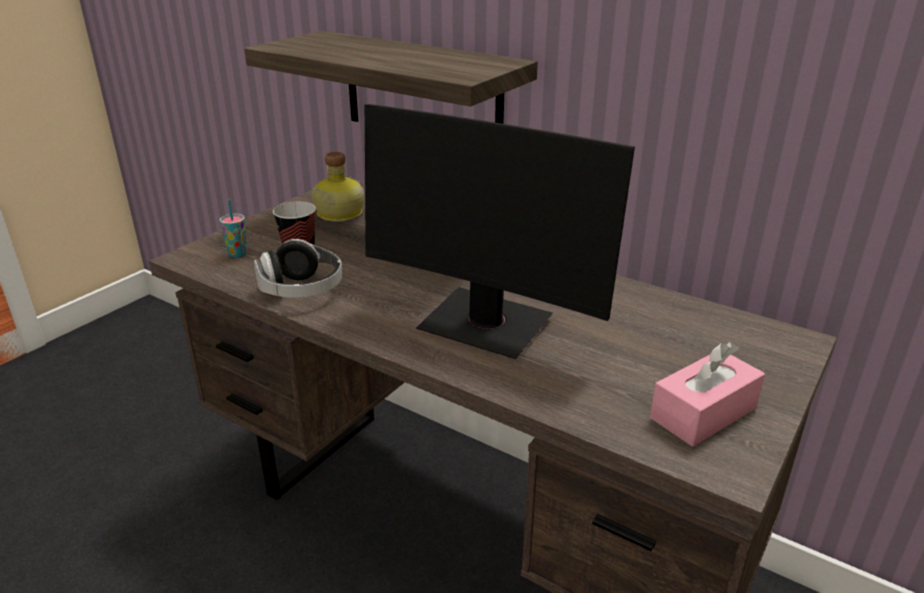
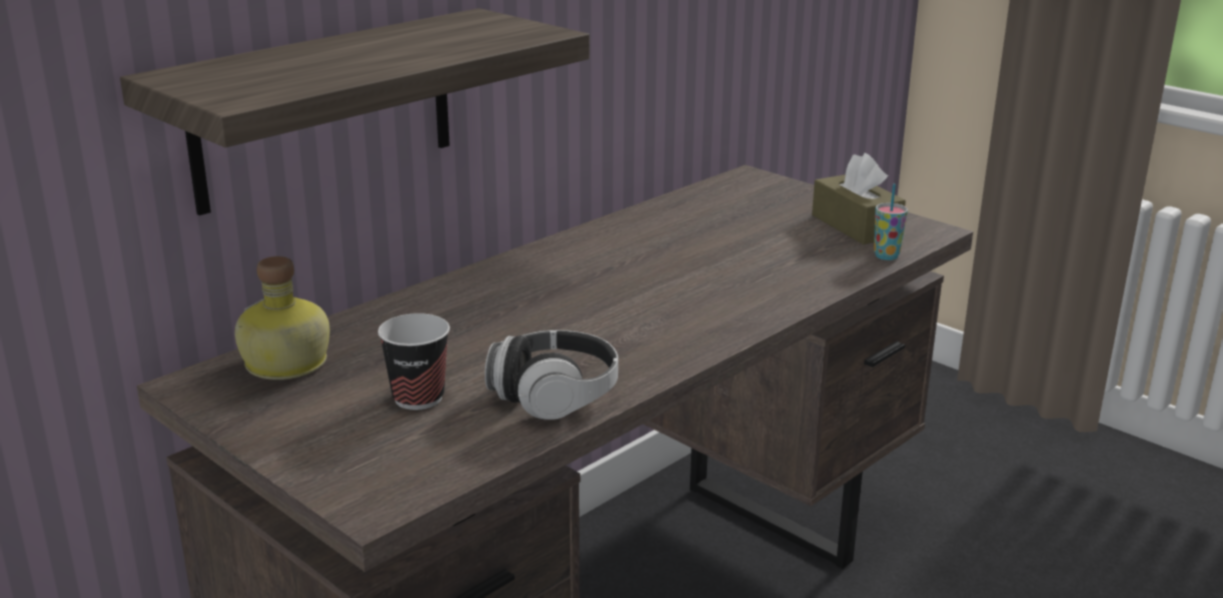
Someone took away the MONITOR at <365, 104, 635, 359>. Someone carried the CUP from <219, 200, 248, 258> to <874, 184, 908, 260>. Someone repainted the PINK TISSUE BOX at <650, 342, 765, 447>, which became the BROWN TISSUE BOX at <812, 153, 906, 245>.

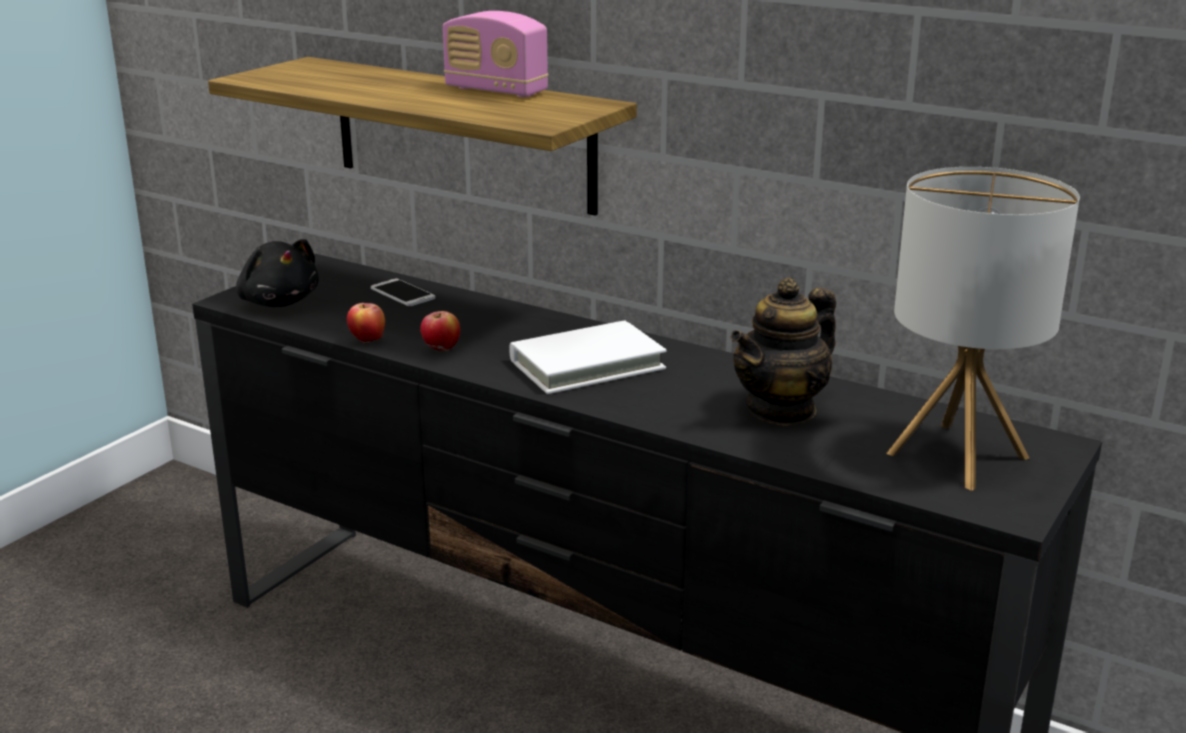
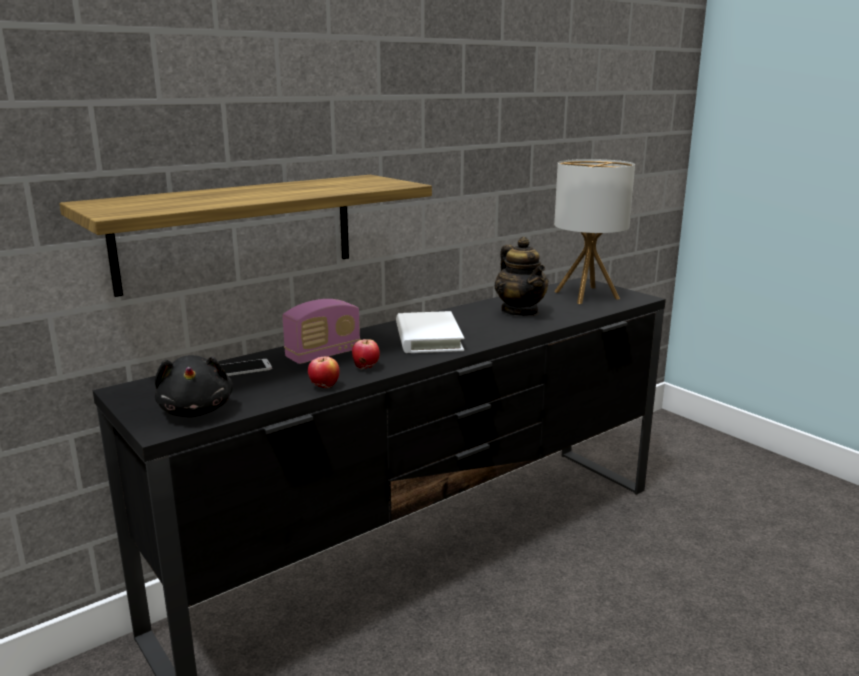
Someone carried the RADIO from <443, 11, 548, 97> to <282, 299, 361, 364>. Someone rotated the BLACK PLUSH TOY at <236, 239, 319, 307> by 90 degrees clockwise.

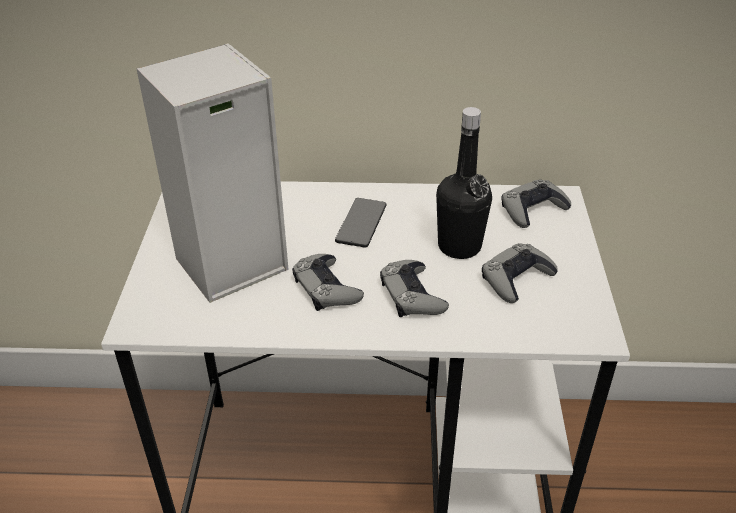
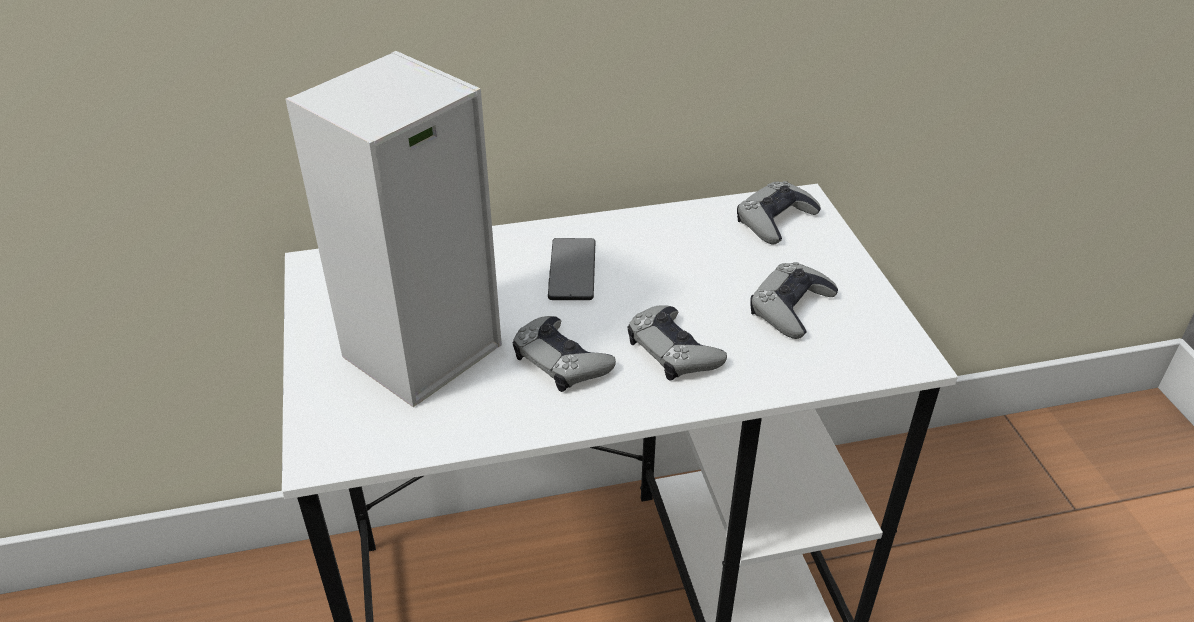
Someone took away the BLACK BOTTLE at <436, 107, 492, 259>.

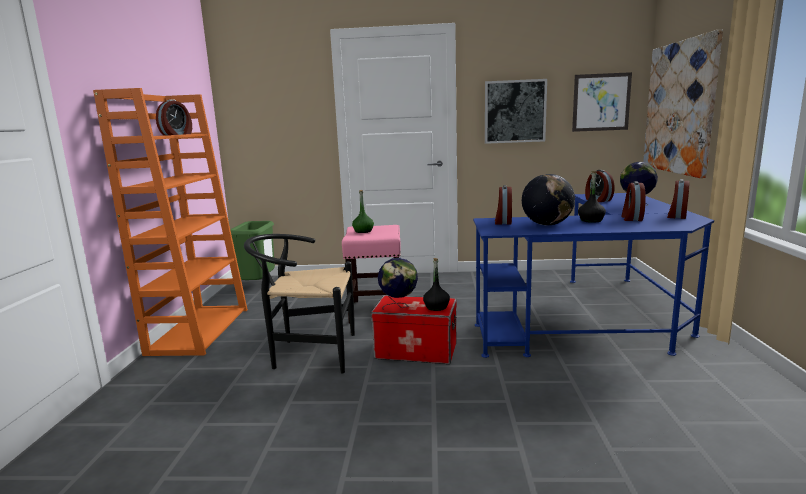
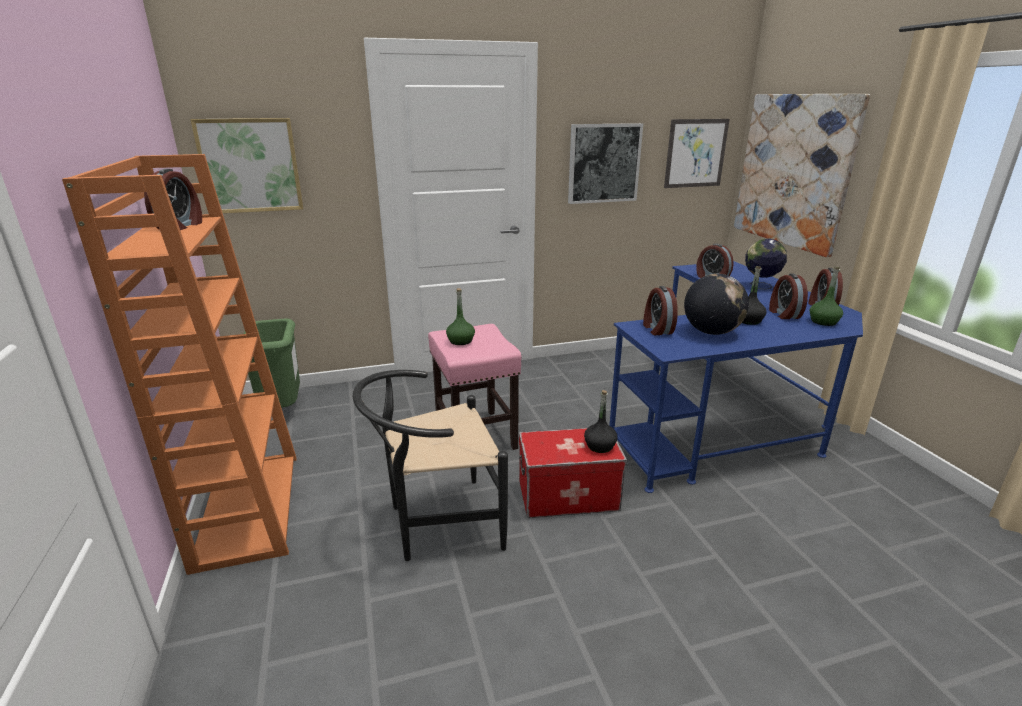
Someone took away the GLOBE at <378, 258, 418, 310>. Someone put up the PICTURE at <190, 118, 303, 213>. Someone put down the GREEN BOTTLE at <810, 267, 843, 326>.

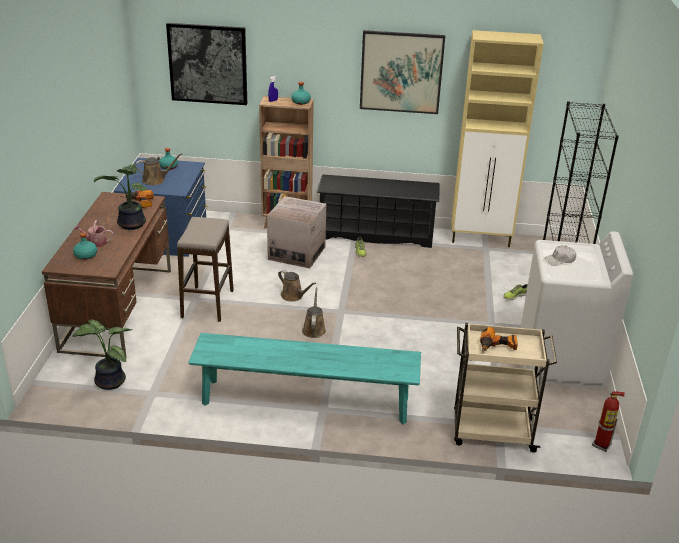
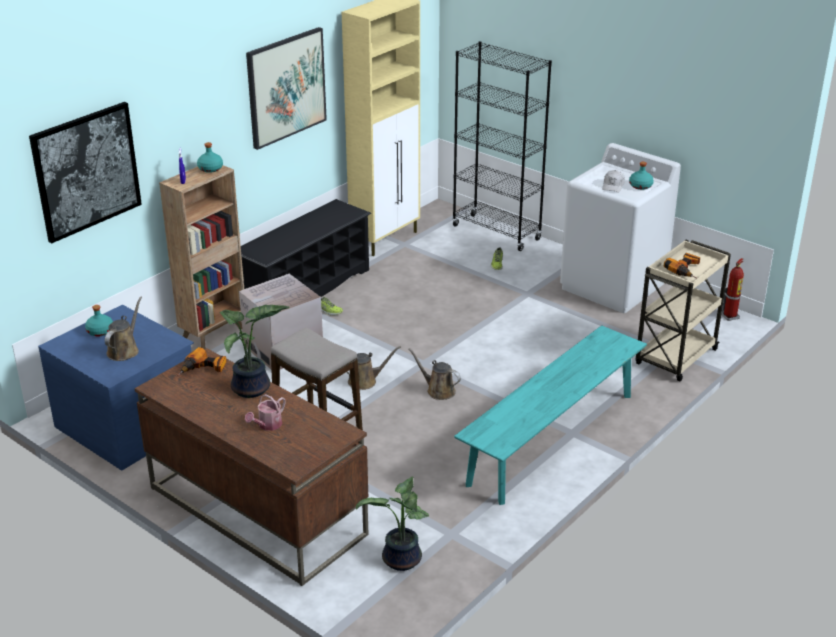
Someone carried the TURQUOISE BOTTLE from <73, 233, 97, 260> to <629, 162, 654, 190>.

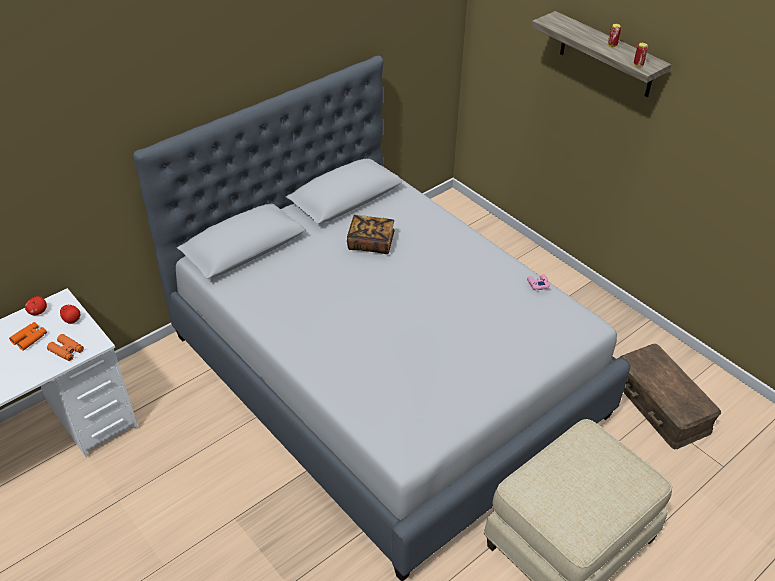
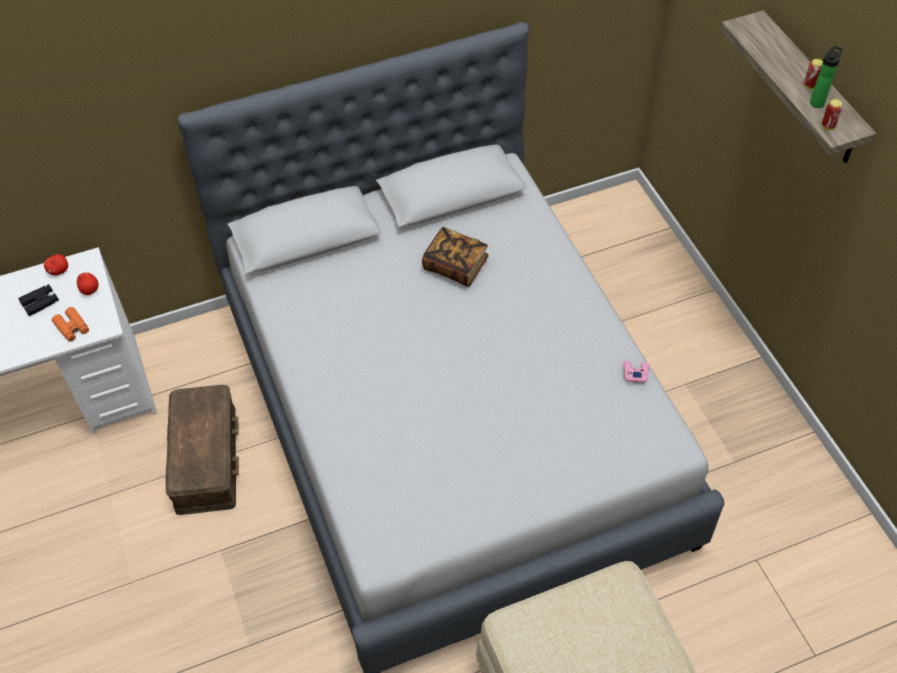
Someone put down the BOTTLE at <810, 45, 843, 108>. Someone carried the BROWN STORAGE BOX from <620, 344, 721, 449> to <165, 385, 239, 515>. Someone repainted the ORANGE BINOCULARS at <9, 322, 47, 351>, which became the BLACK BINOCULARS at <18, 284, 59, 316>.

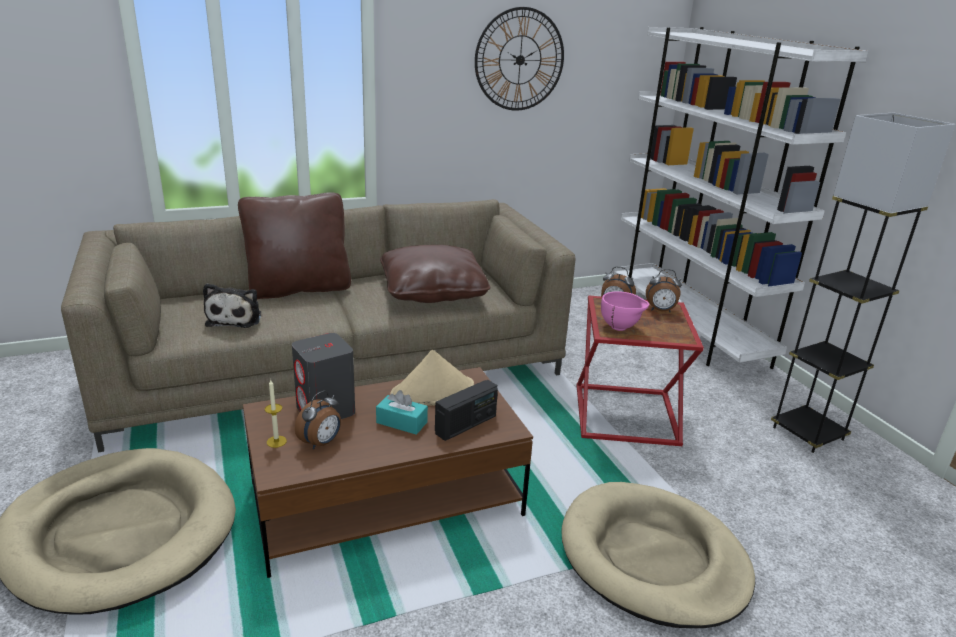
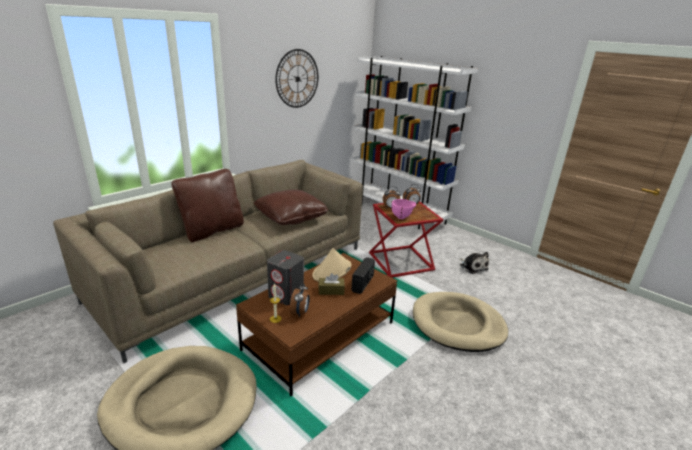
Someone took away the BLACK FLOOR LAMP at <771, 113, 956, 453>. Someone carried the PLUSH TOY from <203, 283, 261, 328> to <460, 252, 489, 274>. Someone repainted the TURQUOISE TISSUE BOX at <376, 390, 428, 435>, which became the BROWN TISSUE BOX at <318, 273, 345, 295>.

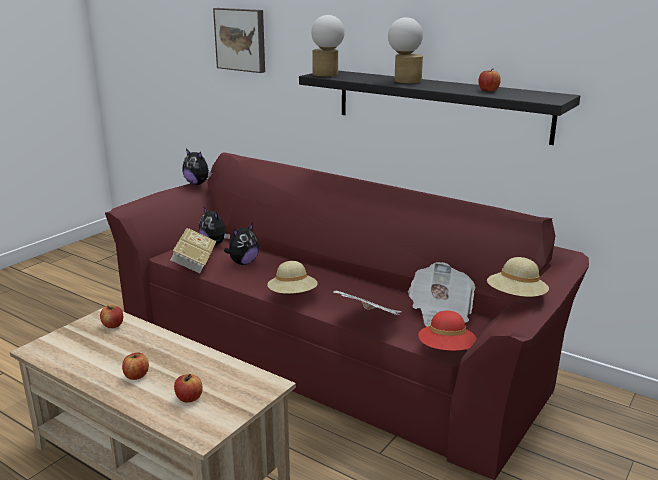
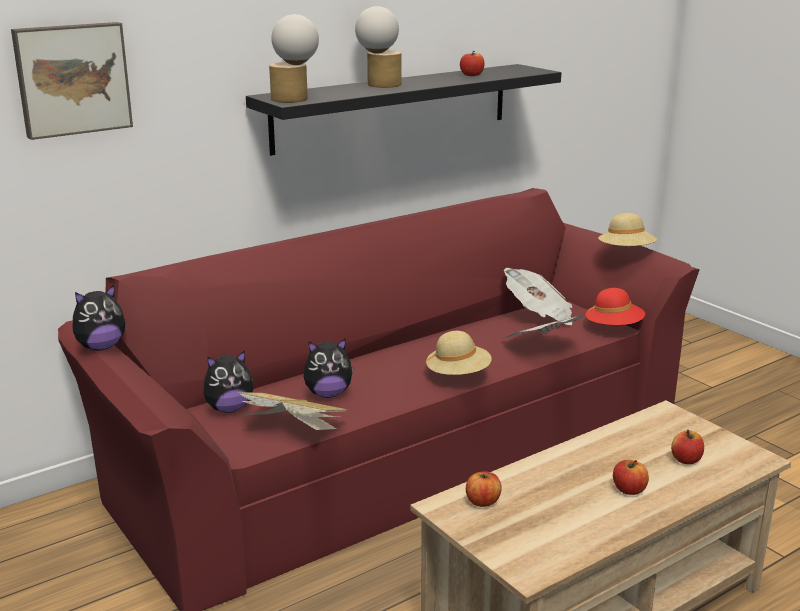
Someone rotated the PLUSH TOY at <224, 223, 259, 265> by 105 degrees clockwise.

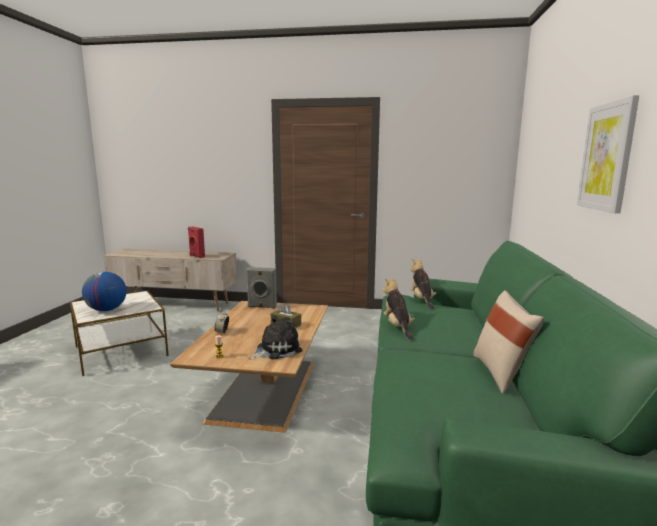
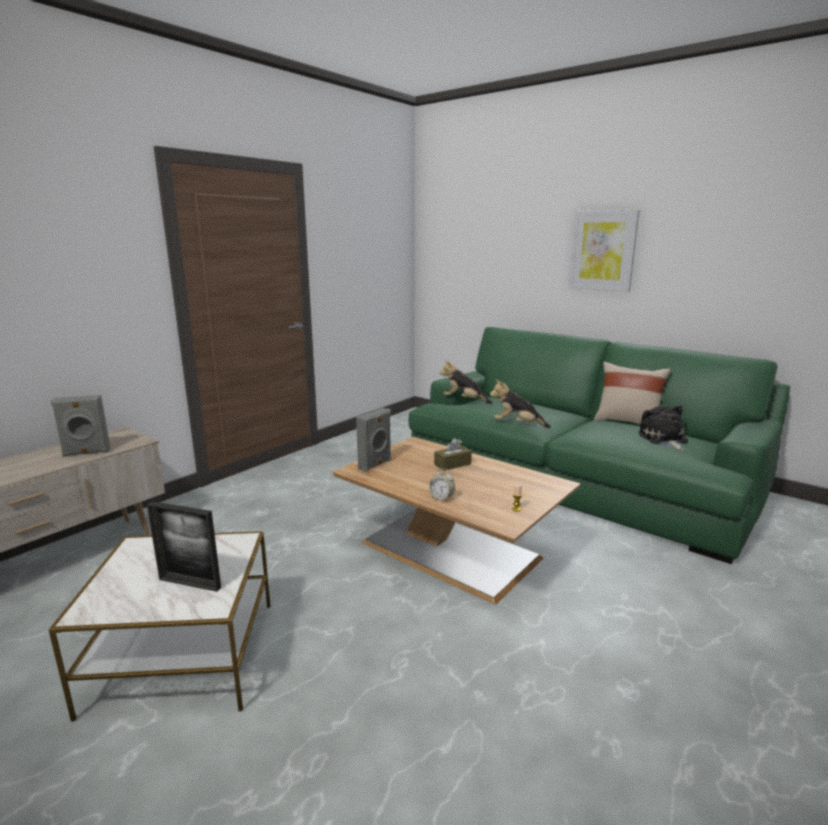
Someone carried the PLUSH TOY from <249, 315, 303, 360> to <638, 405, 688, 451>. Someone swapped the GLOBE at <82, 272, 127, 311> for the PICTURE FRAME at <147, 501, 221, 592>. Someone repainted the RED SPEAKER at <188, 227, 205, 258>, which became the GREY SPEAKER at <51, 395, 111, 456>.

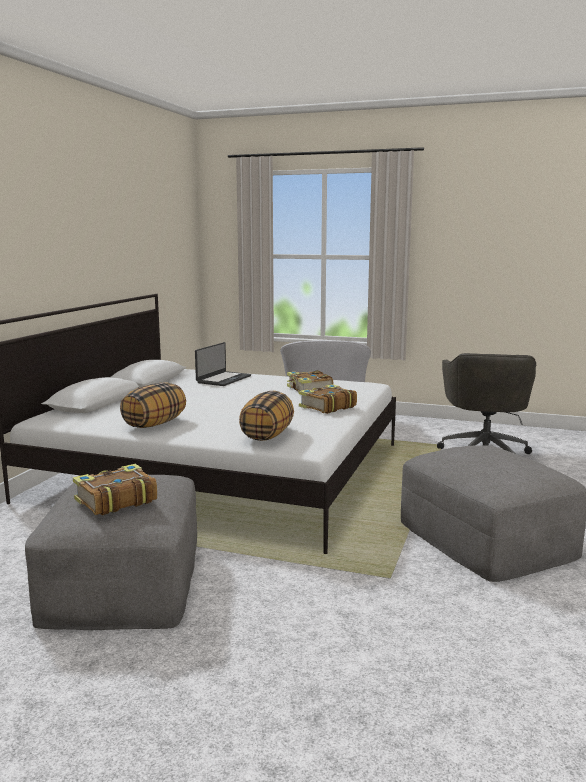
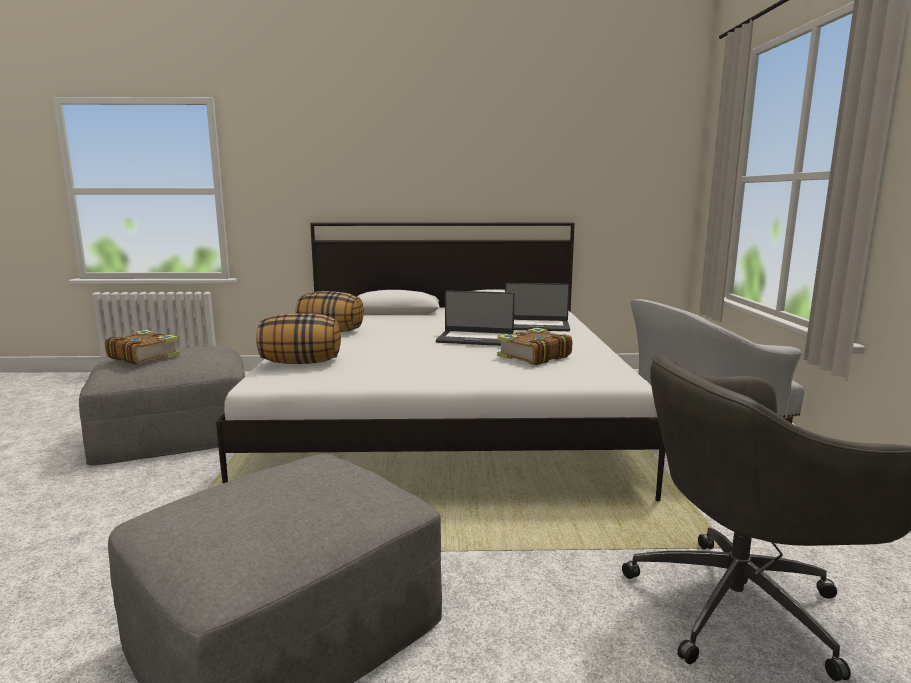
Someone took away the BOOK at <299, 384, 357, 414>. Someone put down the LAPTOP at <436, 290, 515, 346>.

